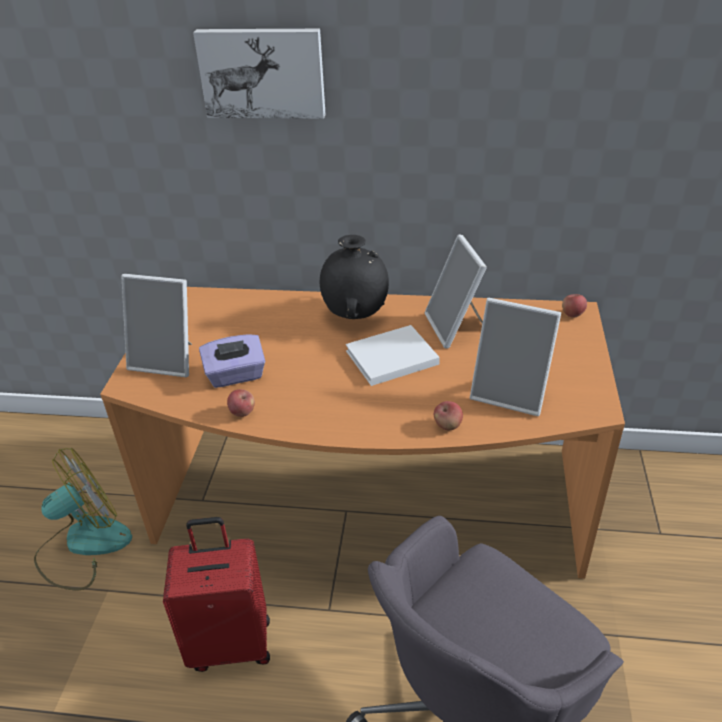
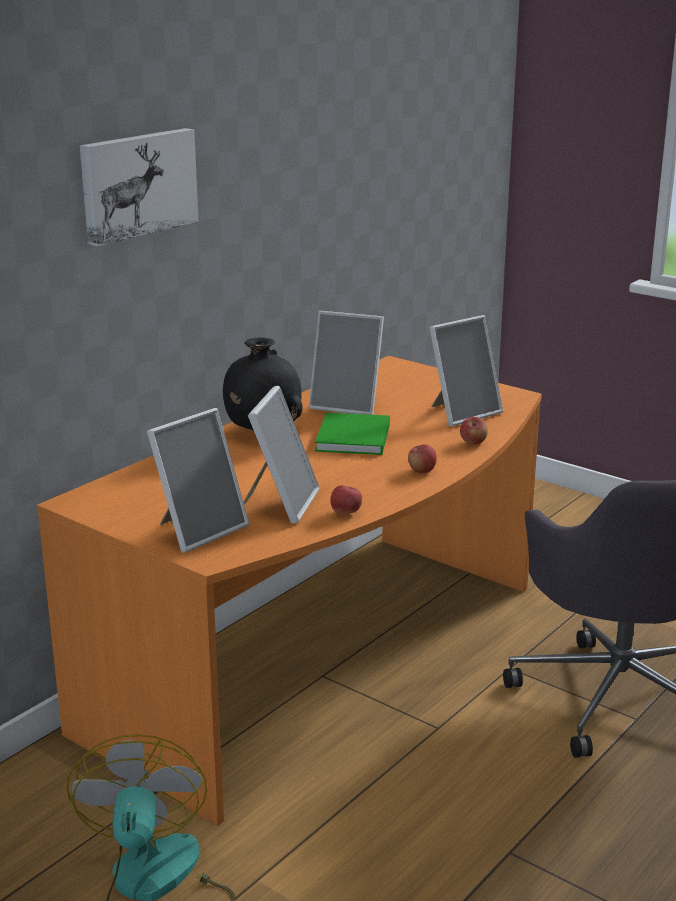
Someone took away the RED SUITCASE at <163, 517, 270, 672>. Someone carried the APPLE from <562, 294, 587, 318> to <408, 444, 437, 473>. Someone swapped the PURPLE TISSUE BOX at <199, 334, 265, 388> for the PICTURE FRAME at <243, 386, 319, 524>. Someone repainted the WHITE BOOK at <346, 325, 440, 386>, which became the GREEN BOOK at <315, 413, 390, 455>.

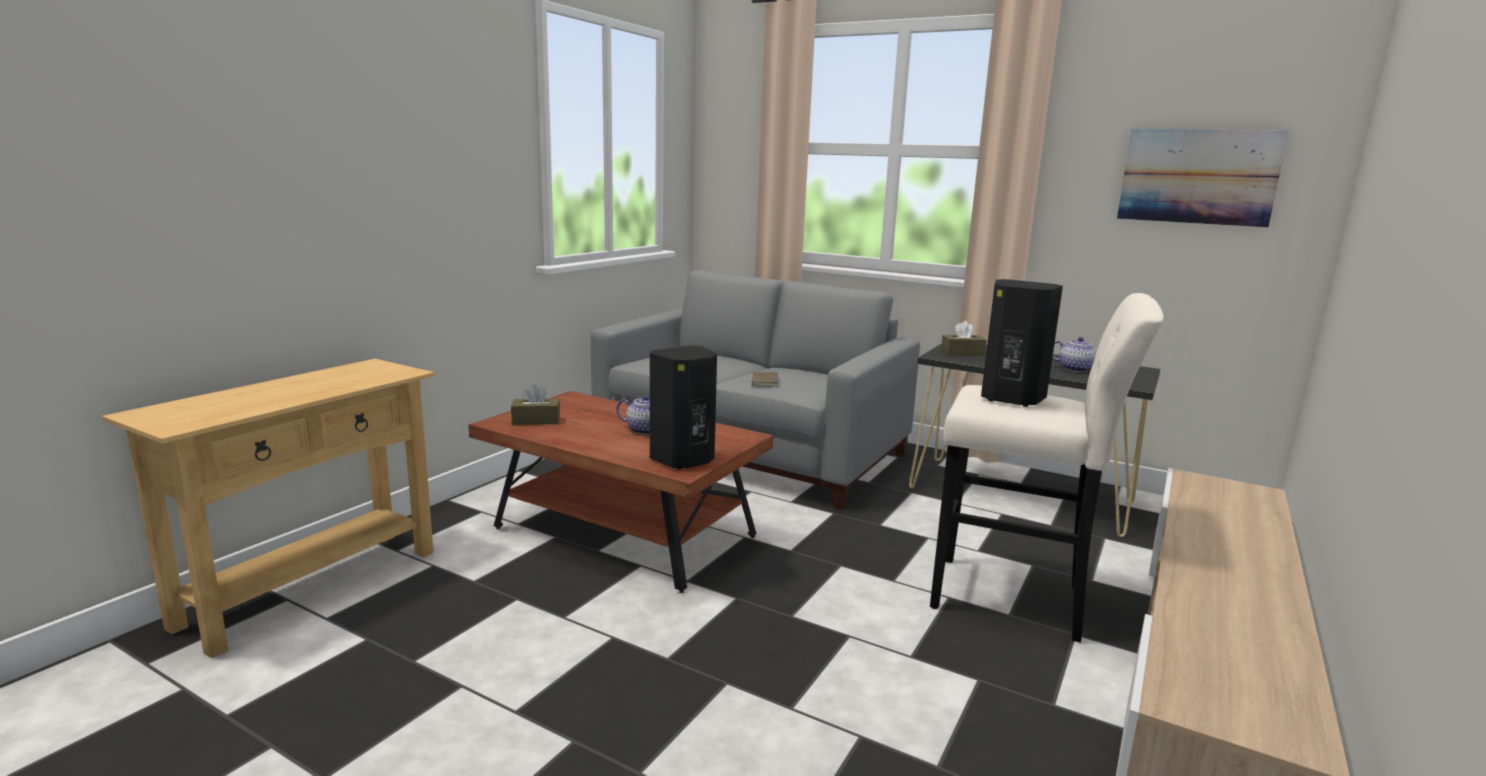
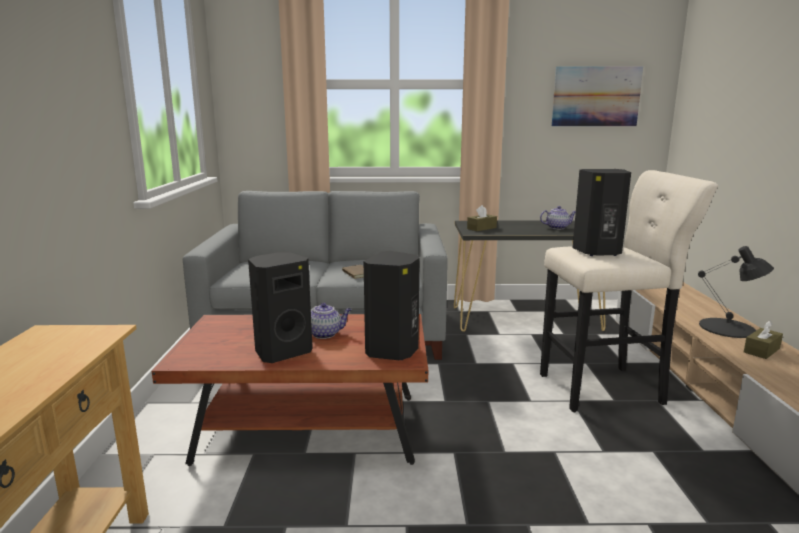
Someone put down the BLACK SPEAKER at <248, 252, 313, 363>. Someone put down the BLACK TABLE LAMP at <698, 246, 774, 338>. Someone carried the BROWN TISSUE BOX from <511, 384, 560, 425> to <744, 320, 783, 359>.

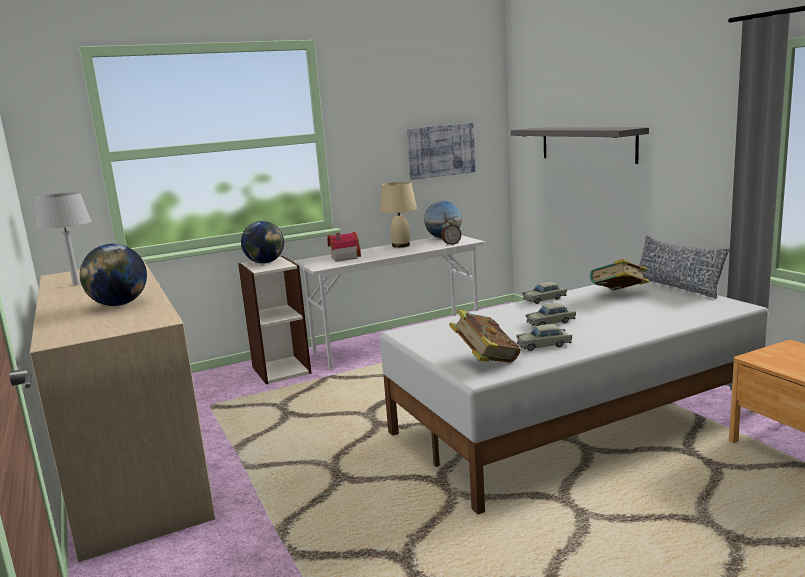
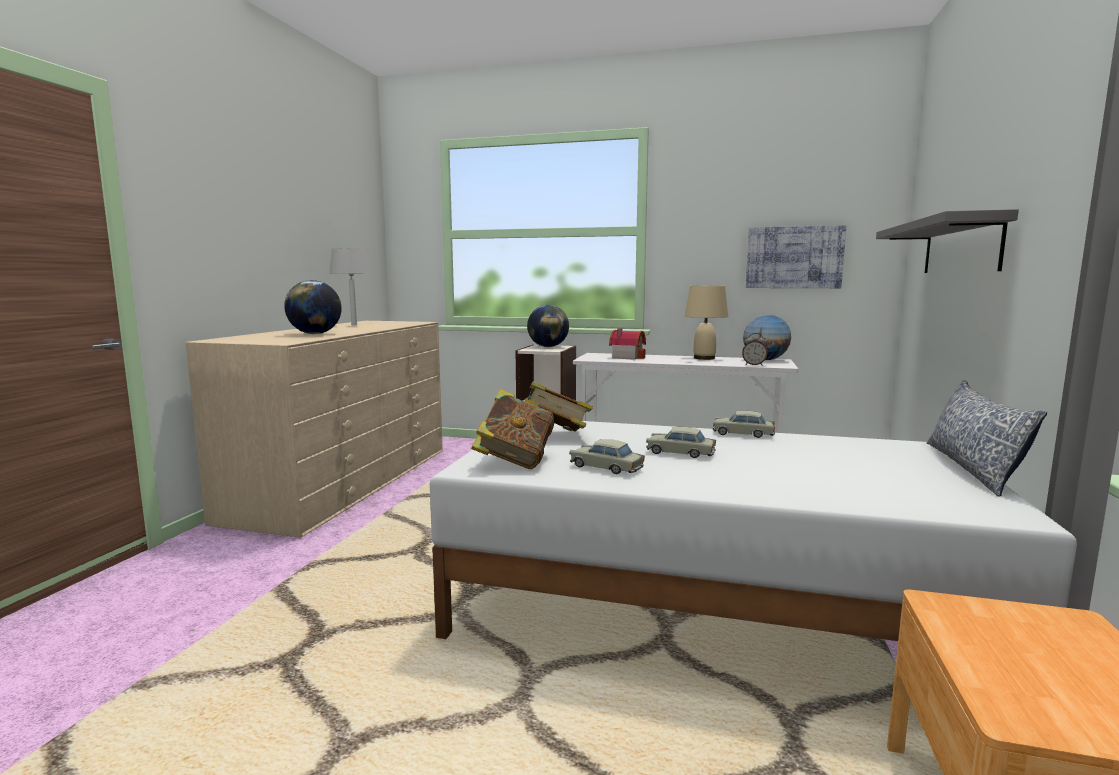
Someone carried the BOOK from <590, 259, 649, 290> to <524, 382, 593, 432>.

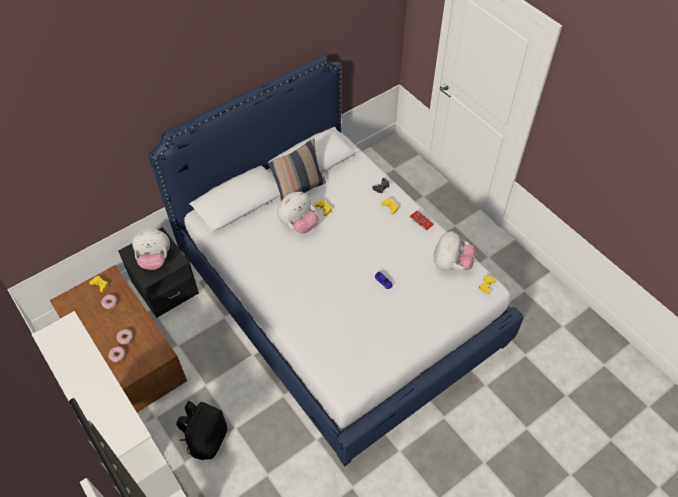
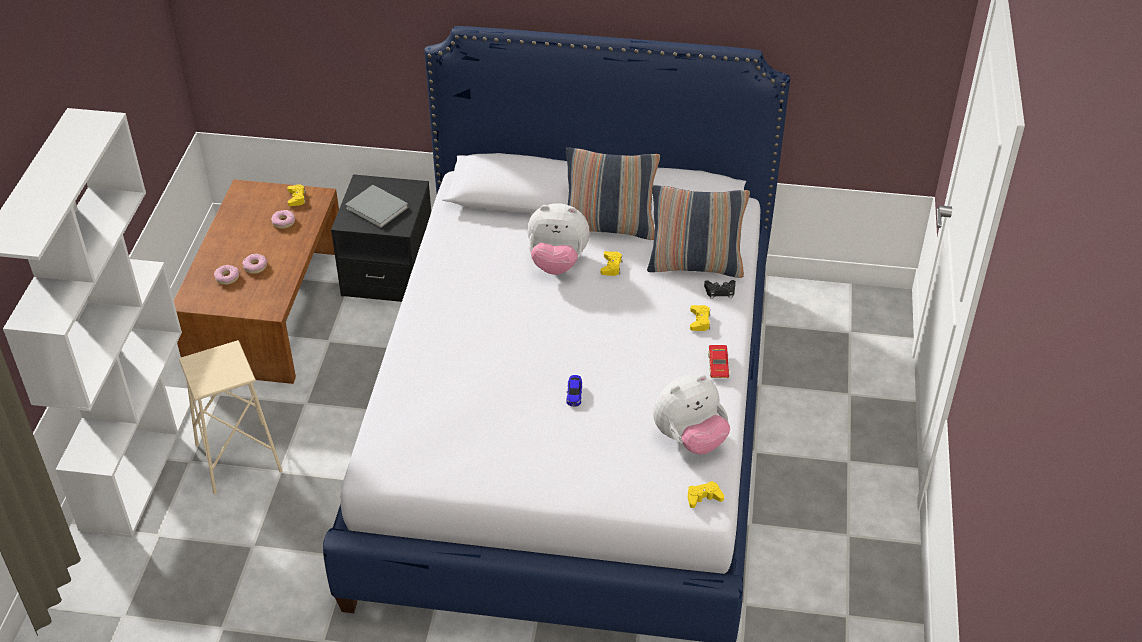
Someone put down the PILLOW at <647, 185, 750, 278>. Someone swapped the PLUSH TOY at <132, 229, 170, 270> for the GREY BOOK at <345, 185, 408, 228>. Someone swapped the BLACK BACKPACK at <176, 401, 227, 460> for the BEIGE STOOL at <179, 340, 282, 494>.

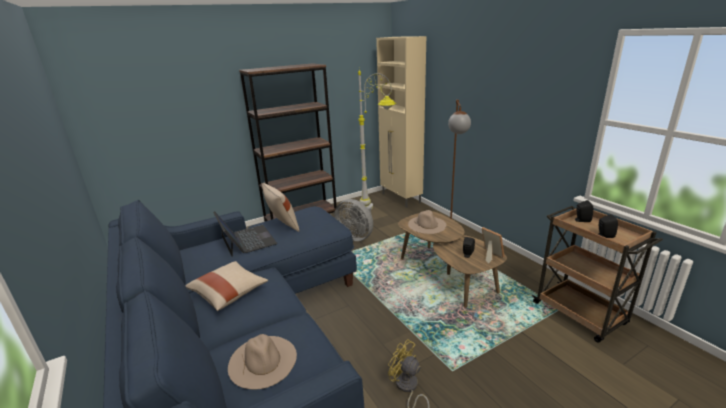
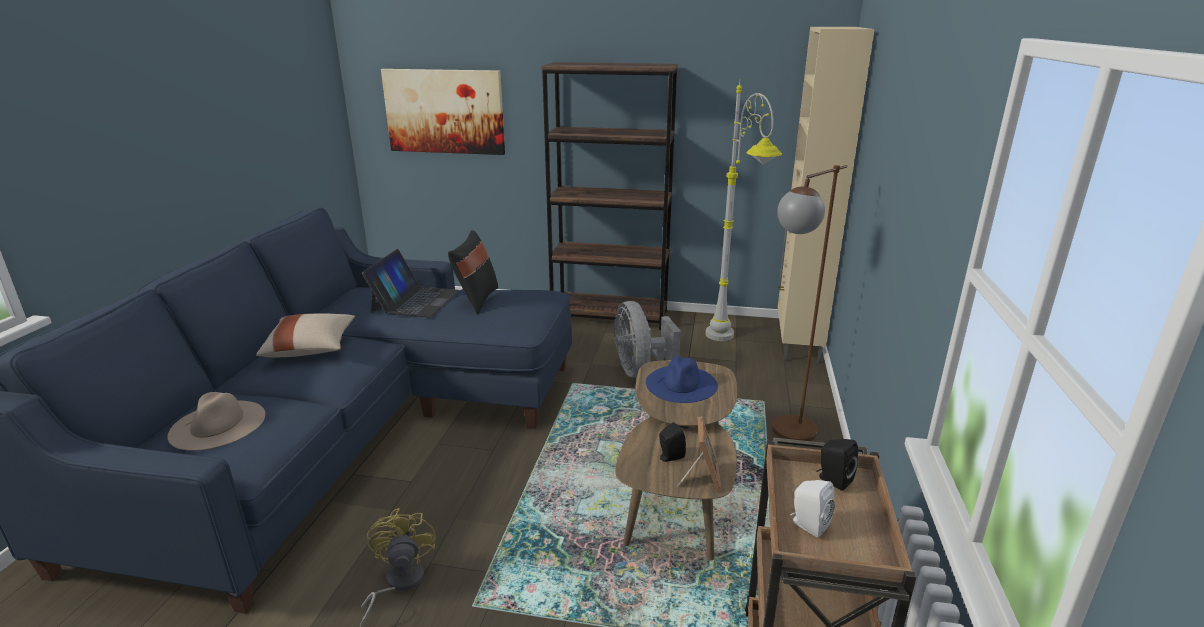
Someone put up the PICTURE at <381, 69, 505, 155>. Someone repainted the BEIGE PILLOW at <262, 183, 299, 232>, which became the BLACK PILLOW at <448, 230, 498, 314>. Someone repainted the BEIGE HAT at <408, 210, 446, 234>, which became the BLUE HAT at <646, 356, 718, 403>. Someone repainted the BLACK SPEAKER at <598, 214, 618, 238>, which became the WHITE SPEAKER at <790, 480, 835, 537>.

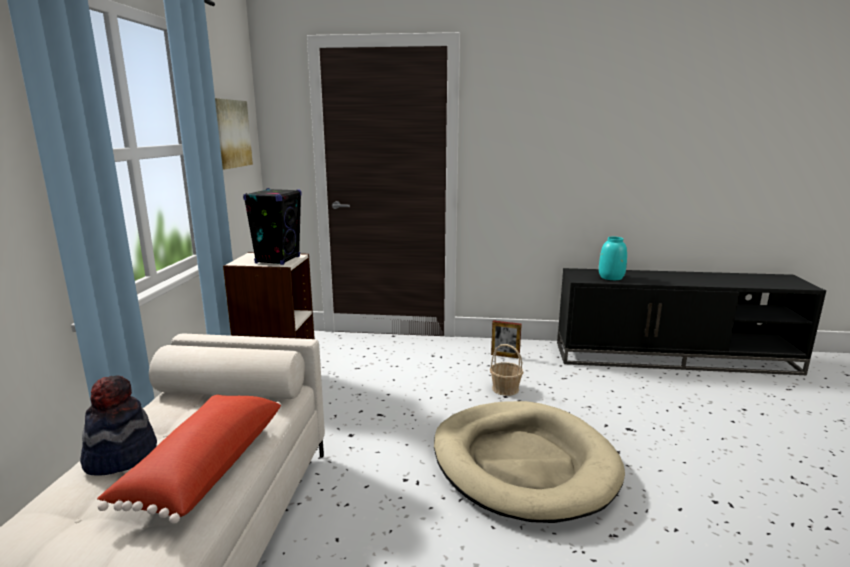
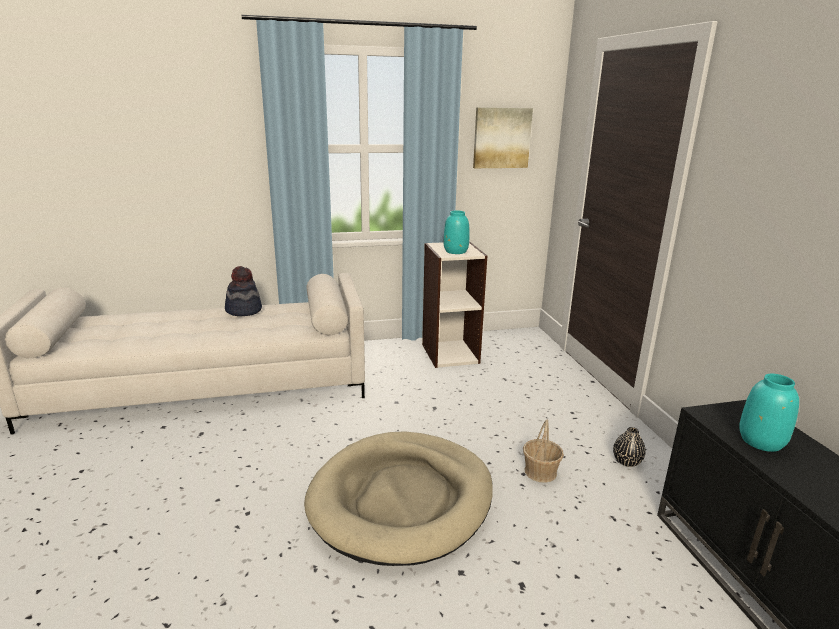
Someone took away the RED PILLOW at <97, 395, 281, 524>. Someone swapped the BLACK SPEAKER at <243, 188, 302, 265> for the TURQUOISE VASE at <444, 210, 470, 254>. Someone swapped the PICTURE FRAME at <491, 320, 522, 359> for the BLACK VASE at <613, 427, 646, 467>.

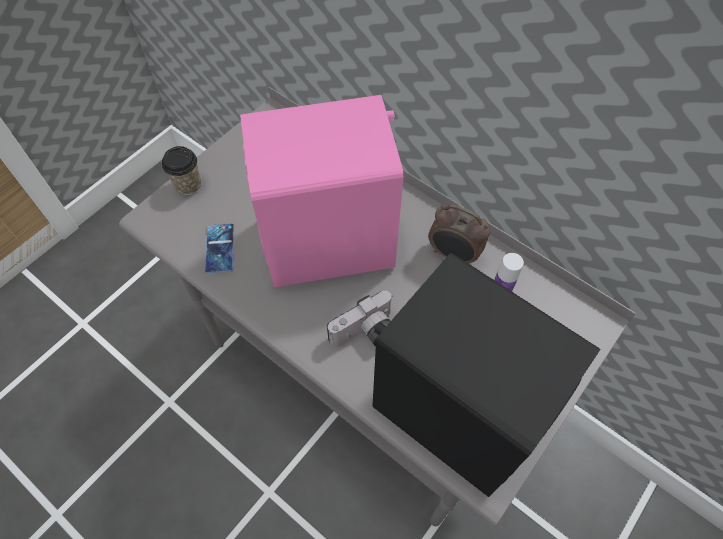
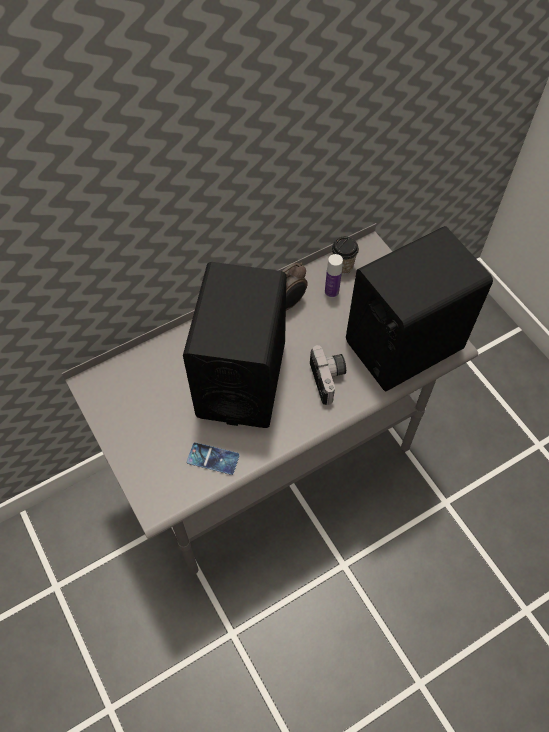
Someone carried the CUP from <162, 146, 201, 195> to <331, 236, 359, 274>. Someone repainted the PINK SPEAKER at <240, 95, 403, 288>, which became the BLACK SPEAKER at <183, 262, 286, 428>.

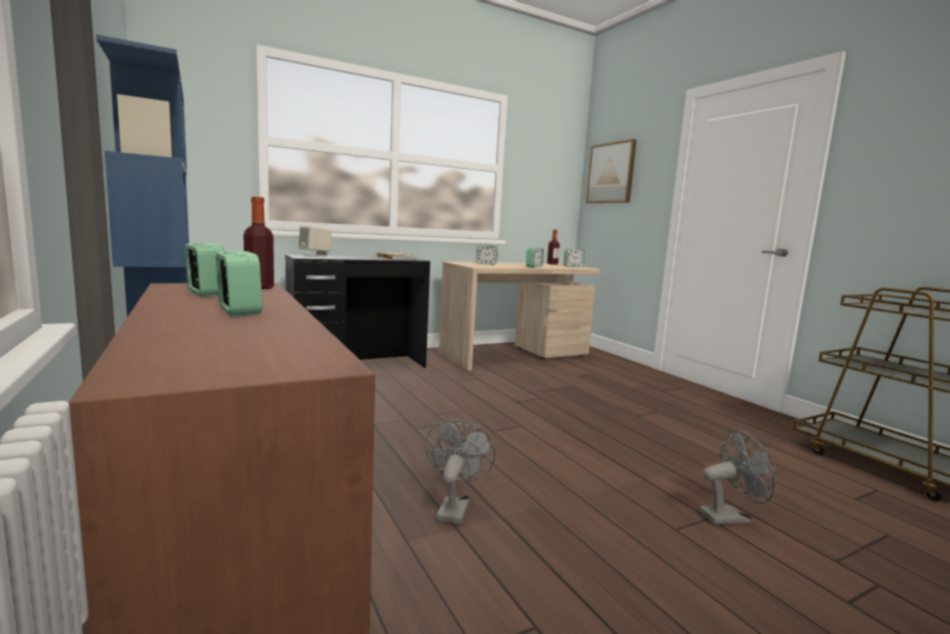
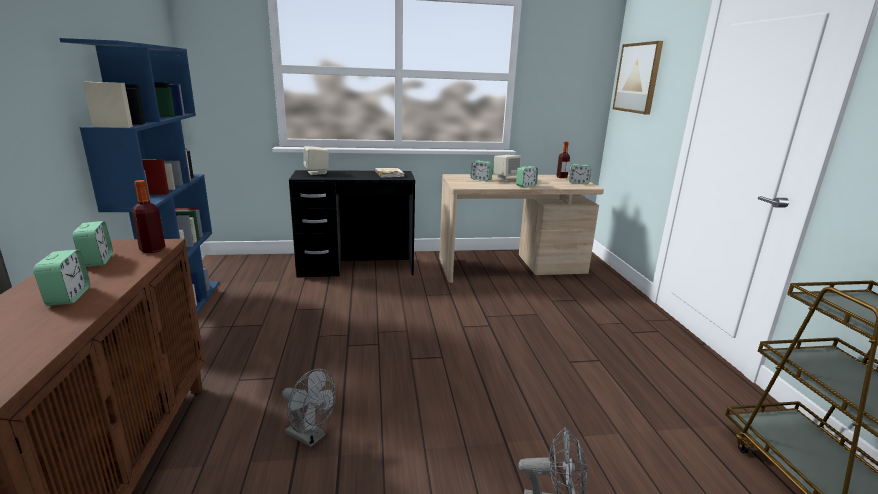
Someone put down the BEIGE SPEAKER at <494, 155, 521, 181>. Someone rotated the GREY FAN at <425, 419, 496, 524> by 90 degrees clockwise.

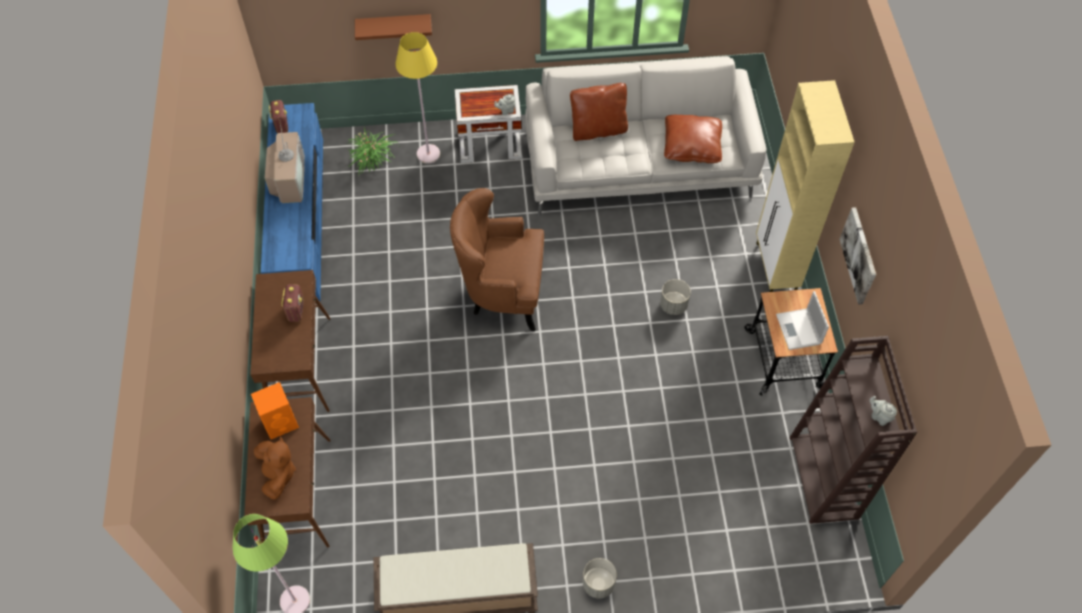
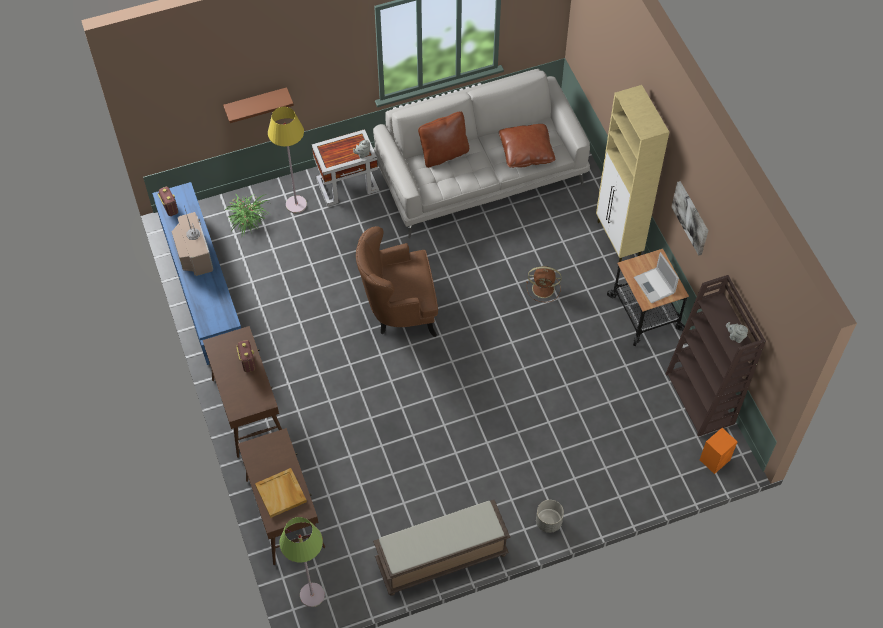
Someone carried the ORANGE SPEAKER from <251, 382, 299, 439> to <700, 428, 737, 474>. Someone swapped the BROWN PLUSH TOY at <254, 436, 296, 499> for the BEIGE TRAY at <255, 468, 307, 518>. Someone swapped the GREY PLANTER at <660, 279, 691, 315> for the BROWN FAN at <526, 266, 562, 302>.

